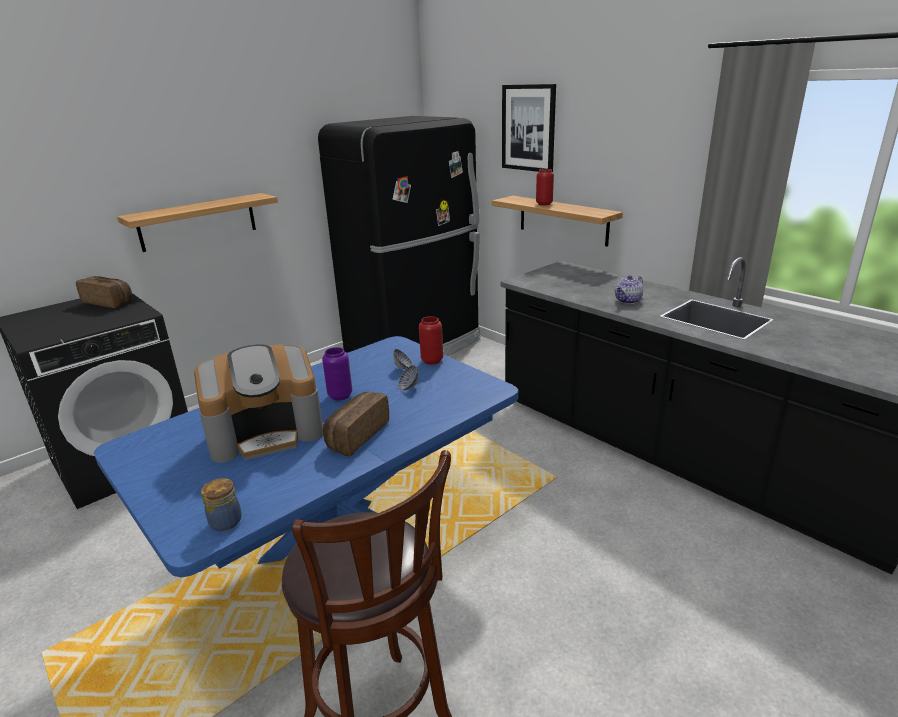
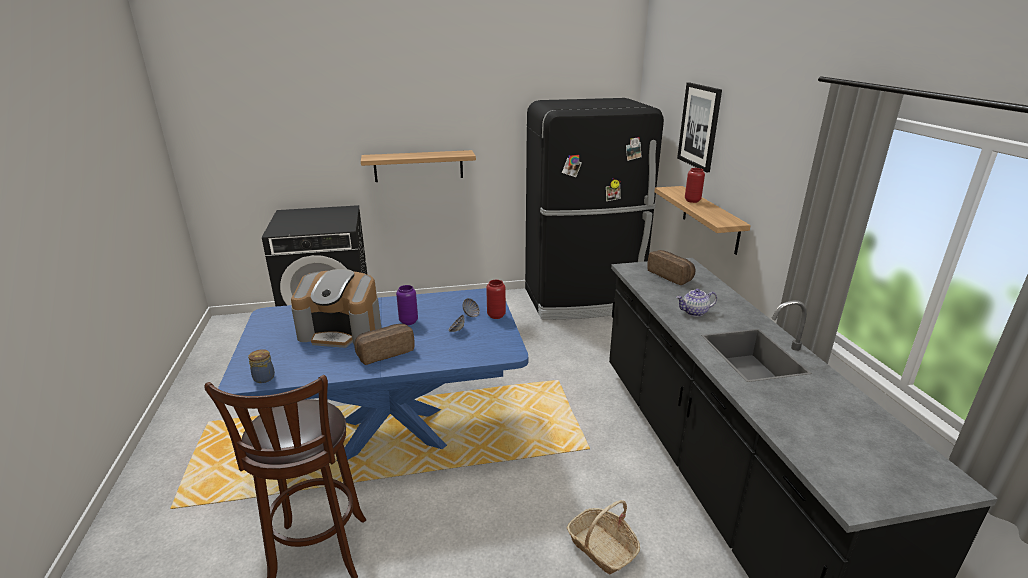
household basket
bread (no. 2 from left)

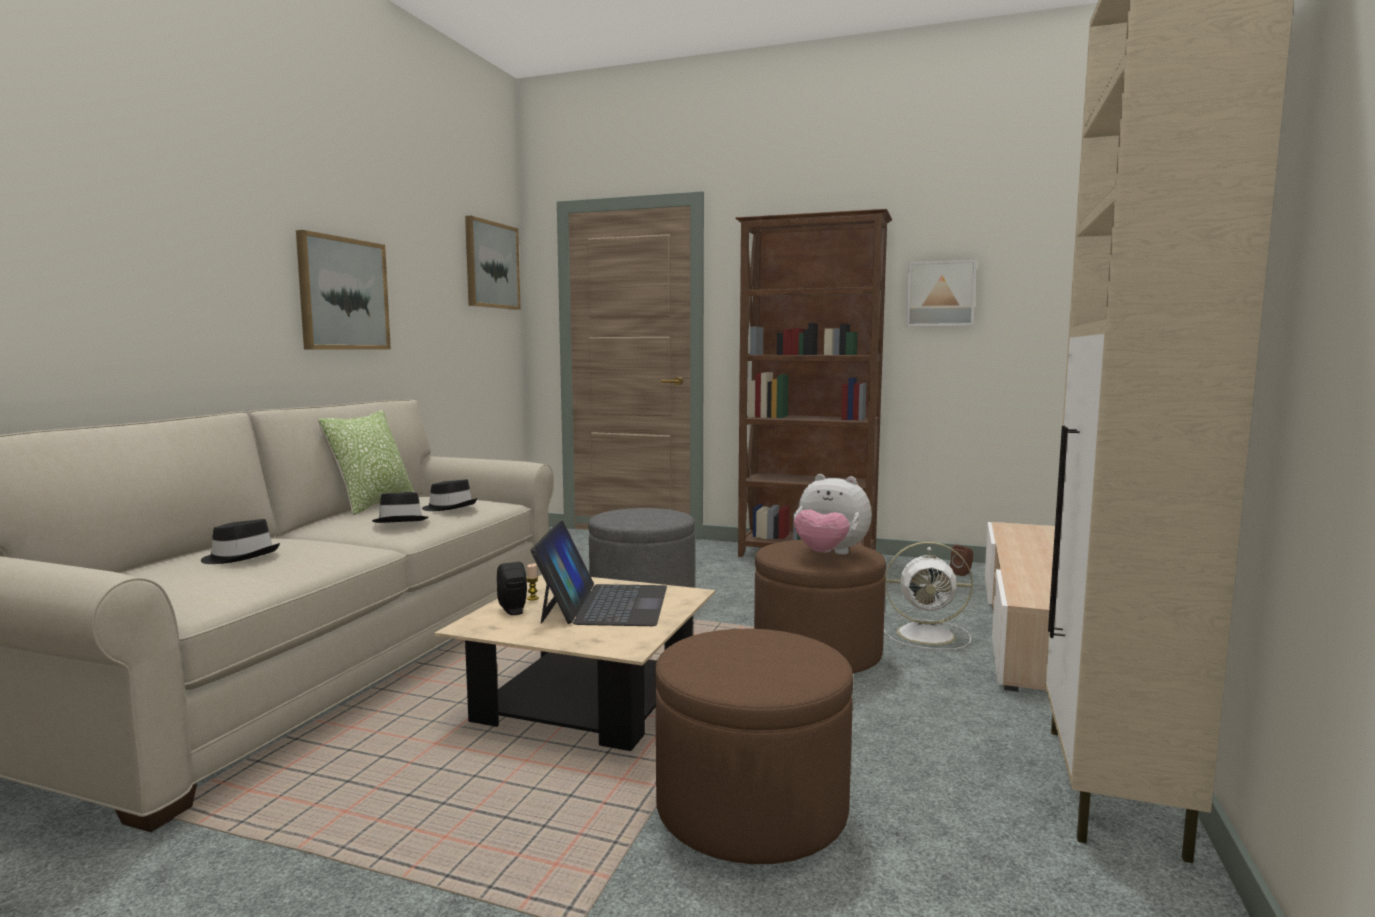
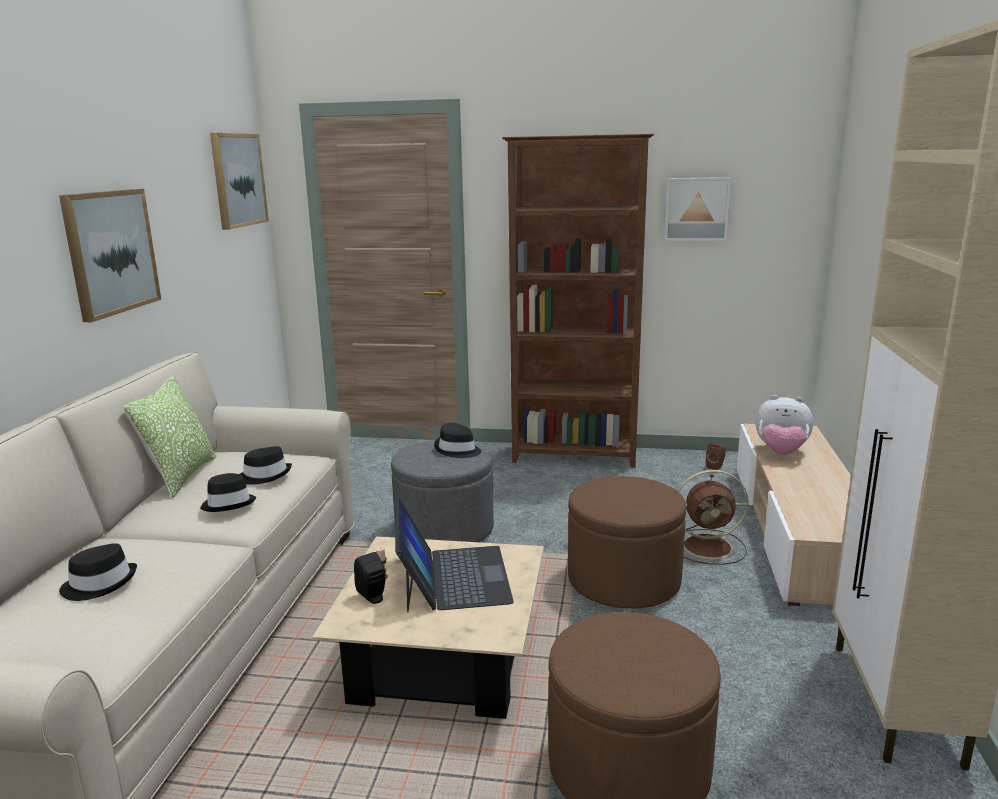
black-coloured wearable hat (no. 4 from left)
brown cooling fan
soft toy

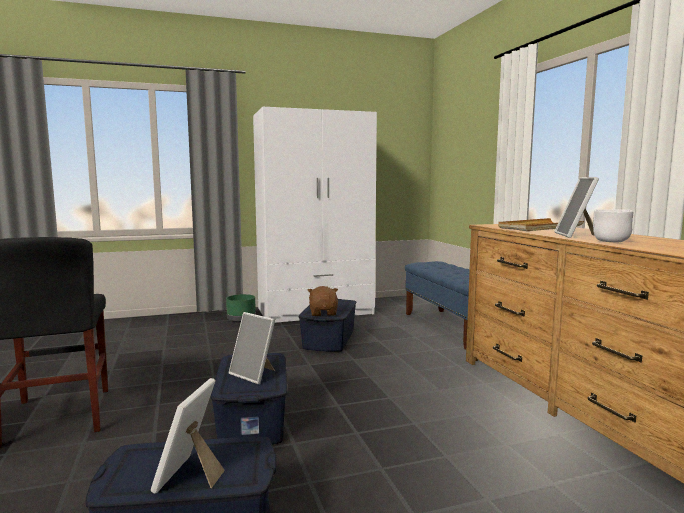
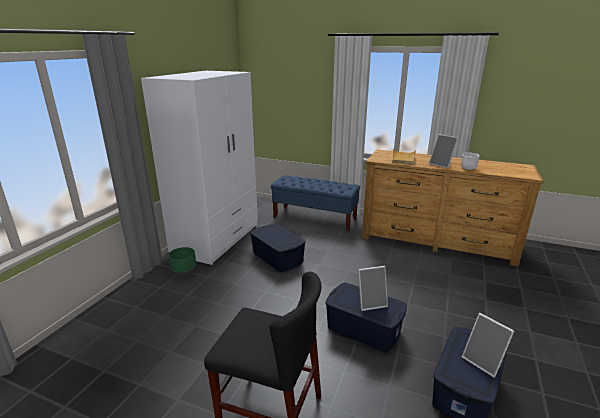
brown soft toy

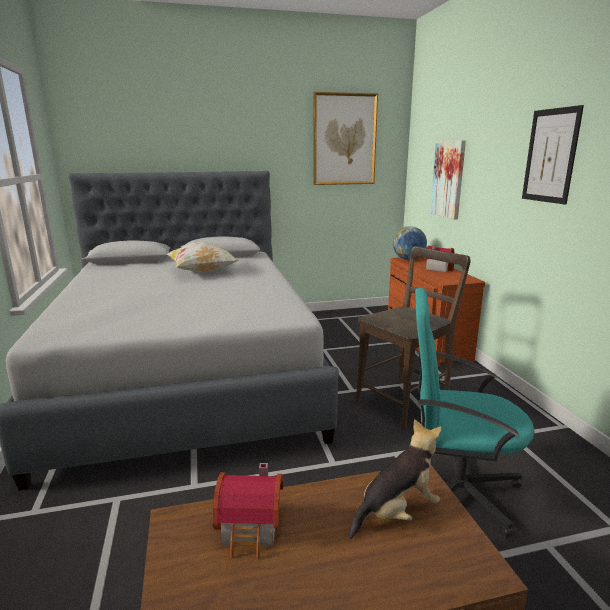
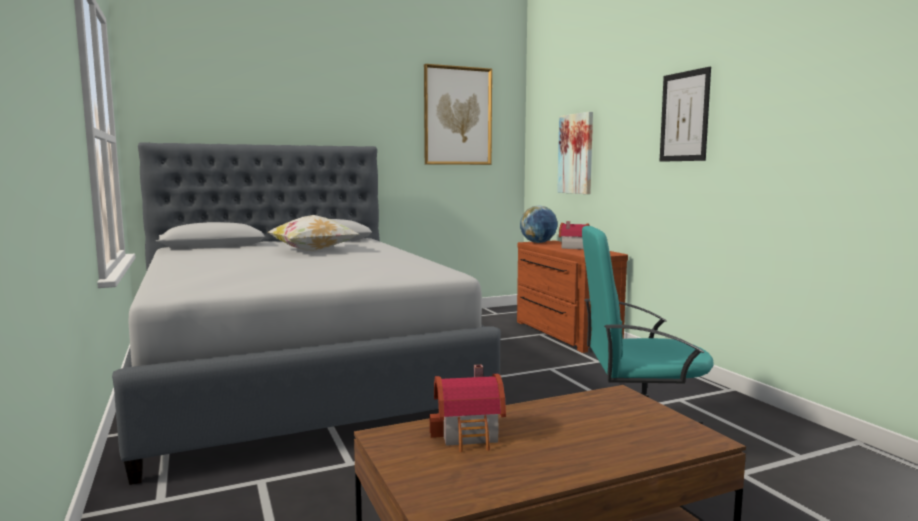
soft toy
brown plain chair

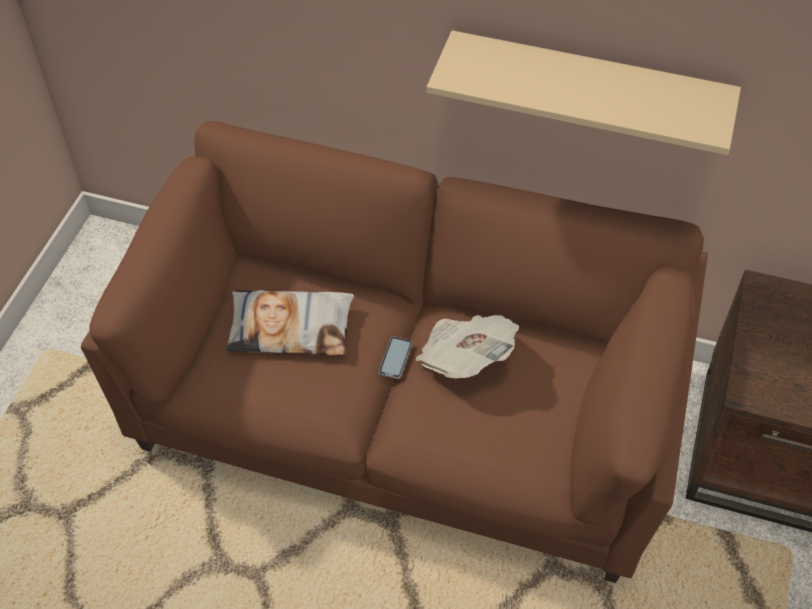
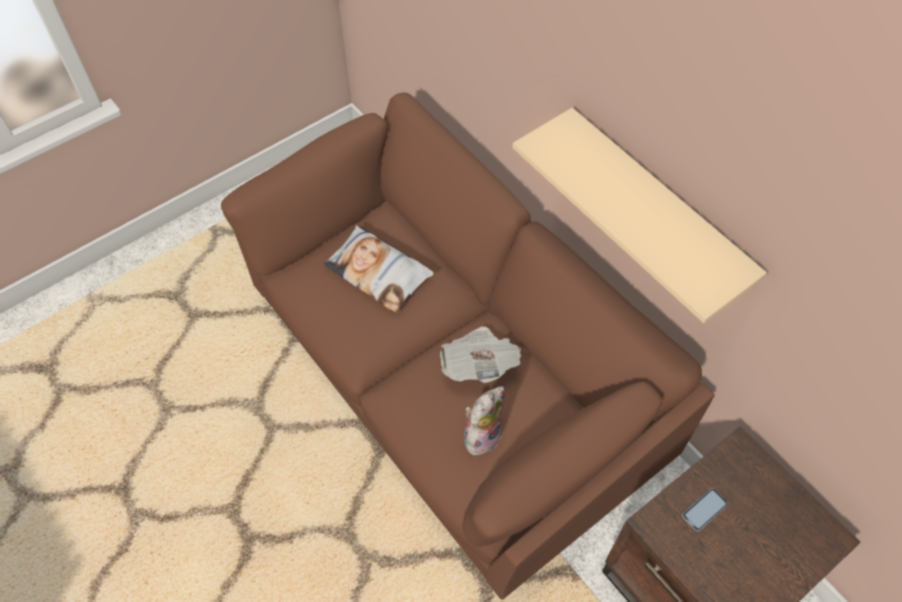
soft toy
handset

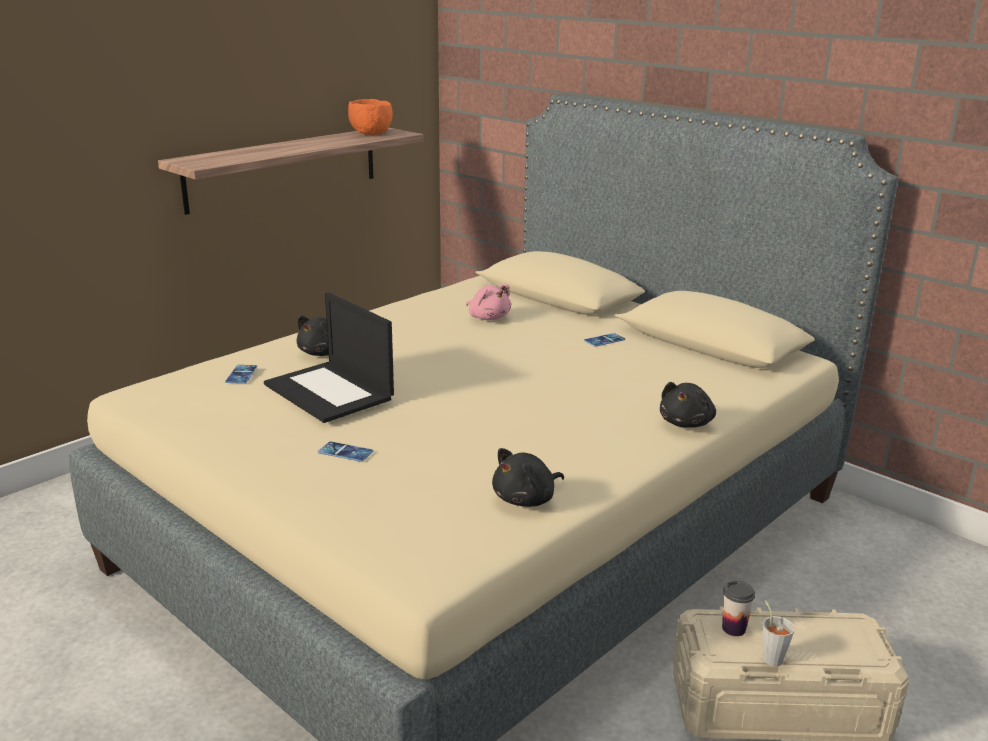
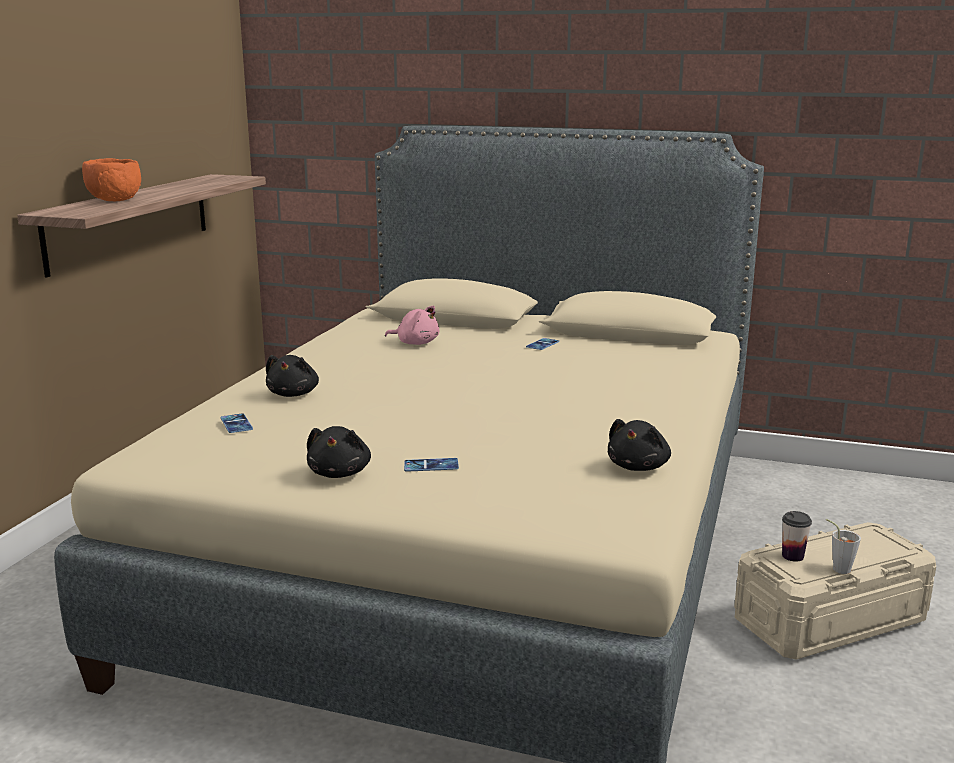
orangey serving bowl
black-coloured soft toy (no. 2 from left)
laptop

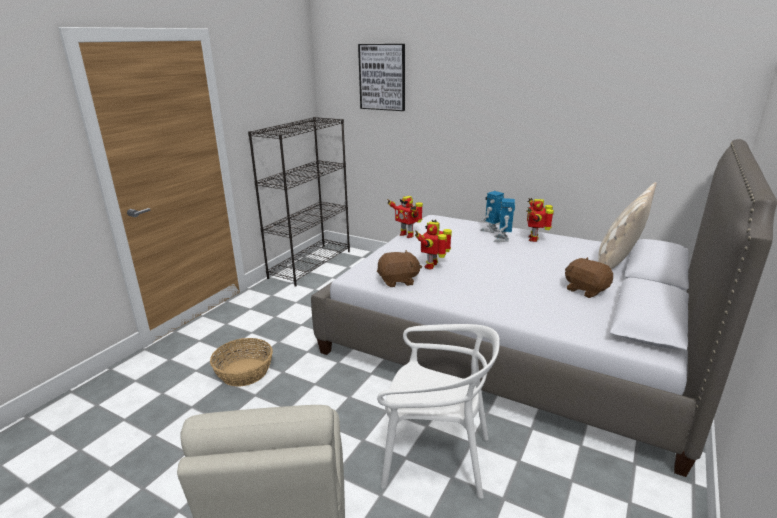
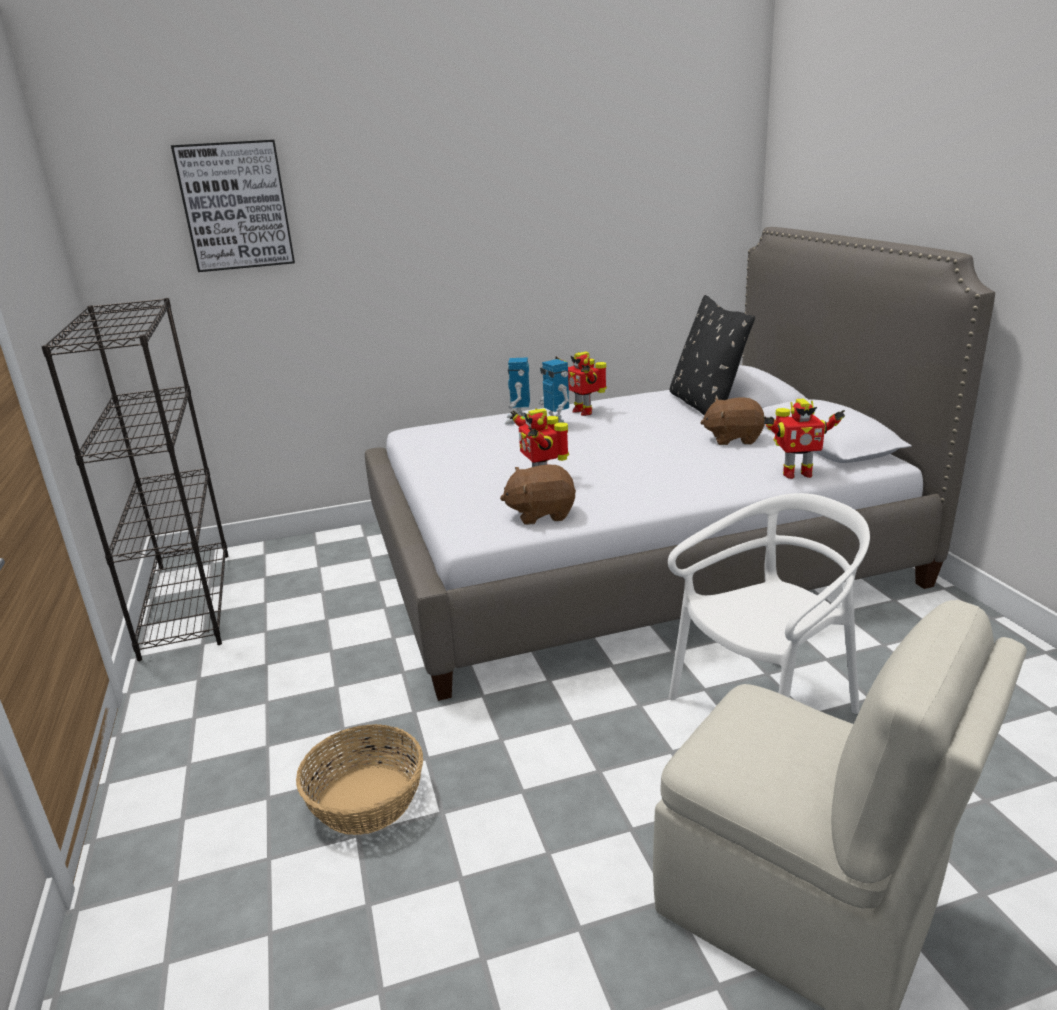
brown soft toy (no. 1 from left)
black-coloured throw pillow
model robot (no. 5 from left)

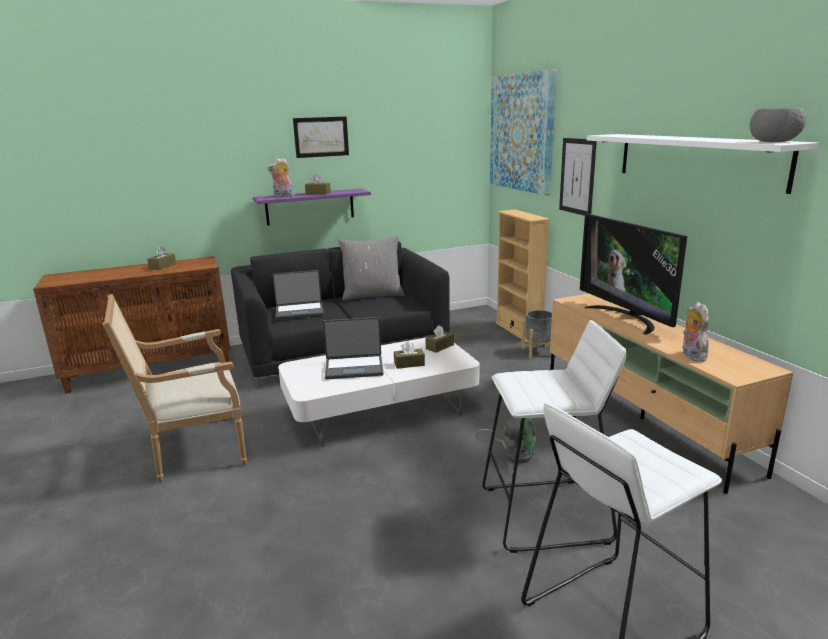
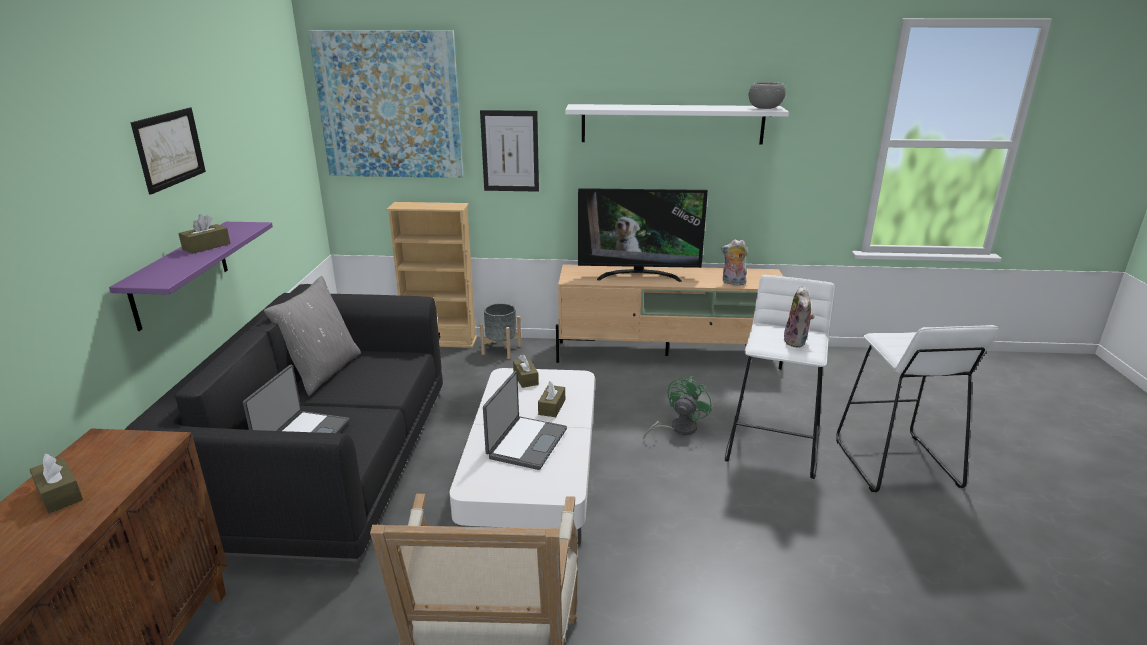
soft toy (no. 2 from left)

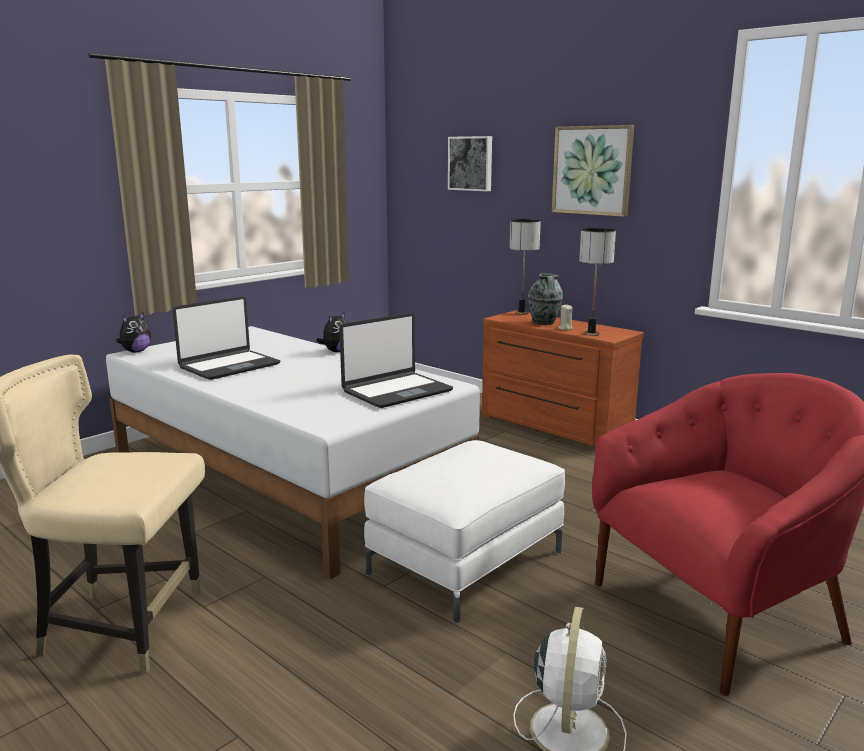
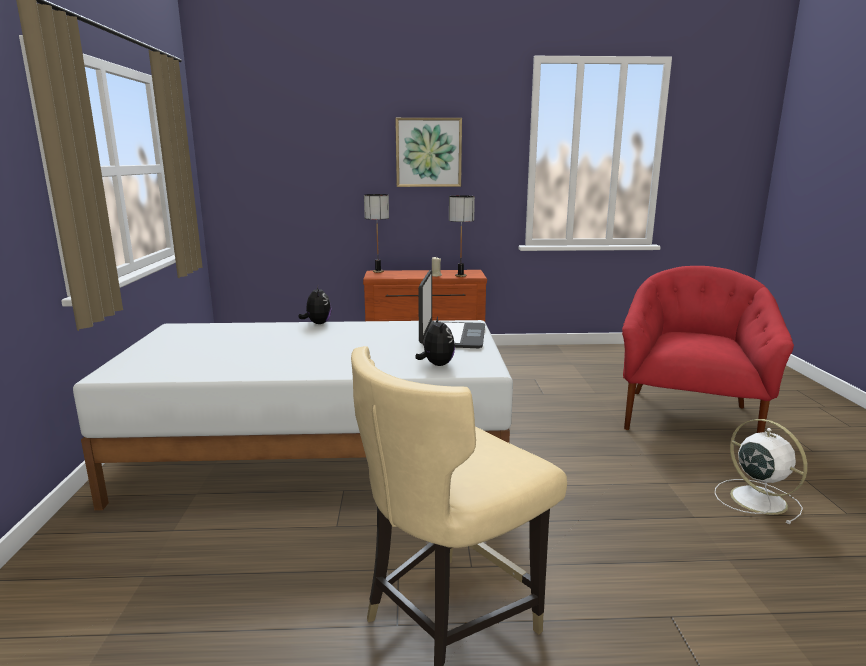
soft toy (no. 2 from left)
laptop (no. 1 from left in the first image)
whitish pouffe
wall picture (no. 1 from left in the first image)
vase

